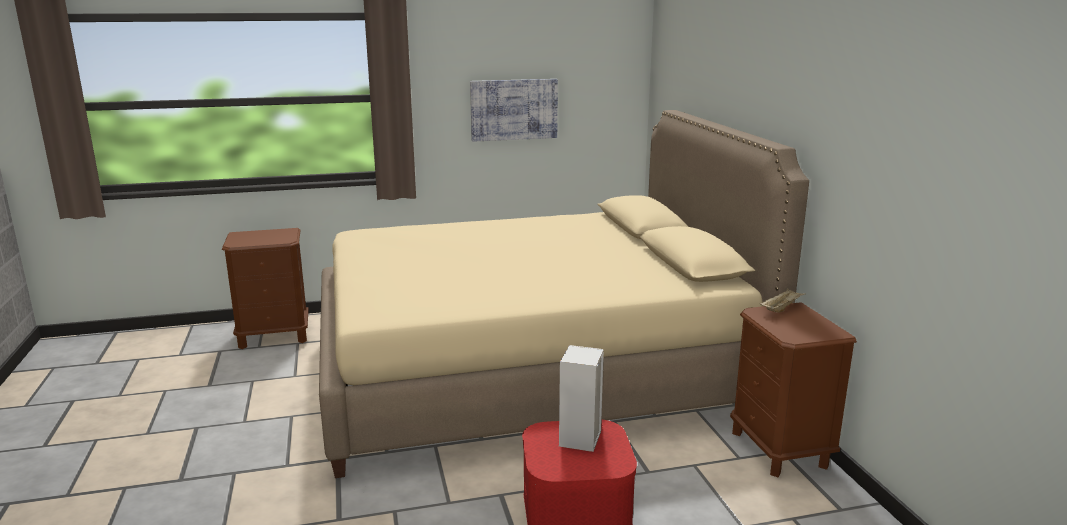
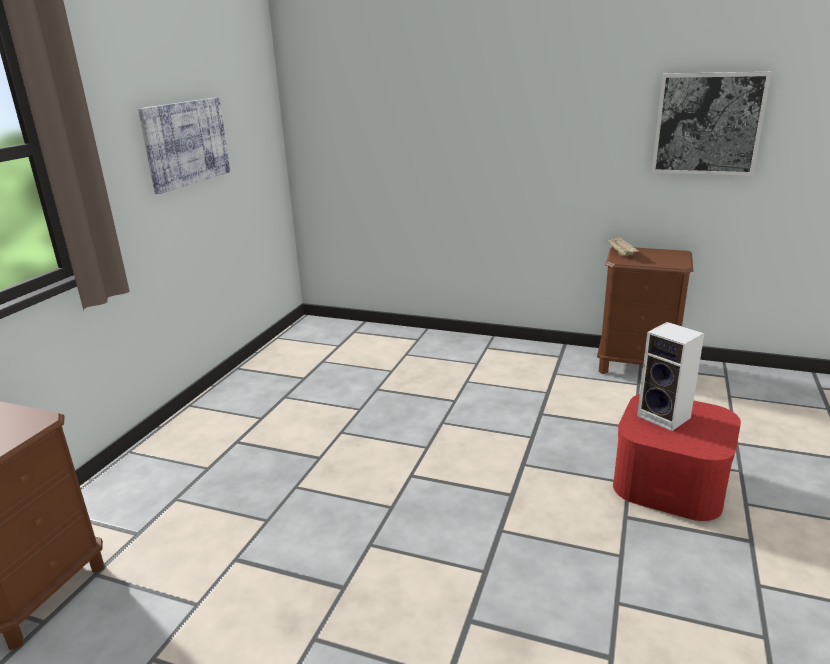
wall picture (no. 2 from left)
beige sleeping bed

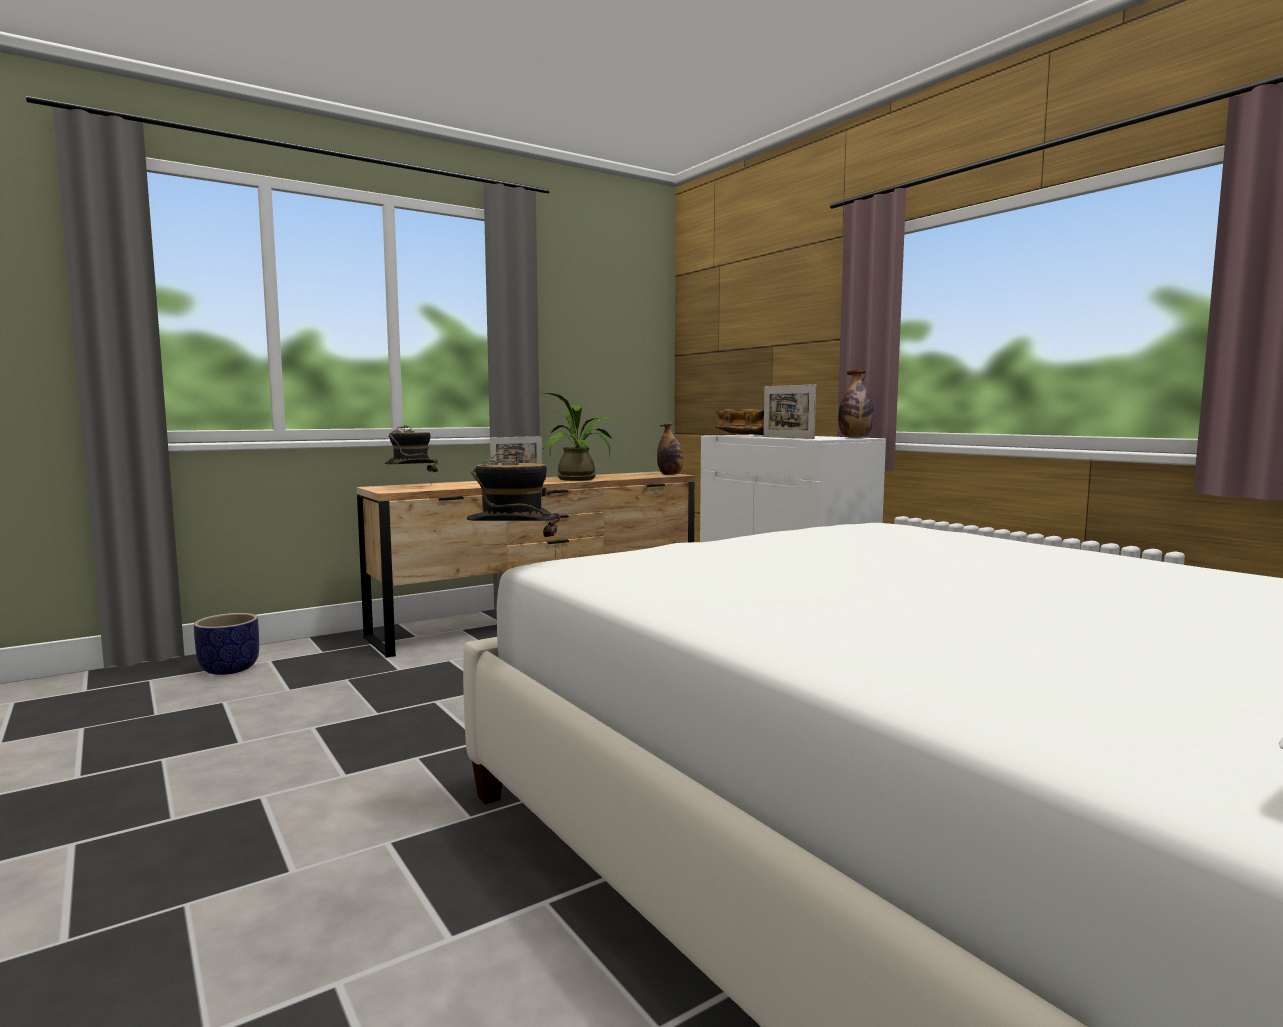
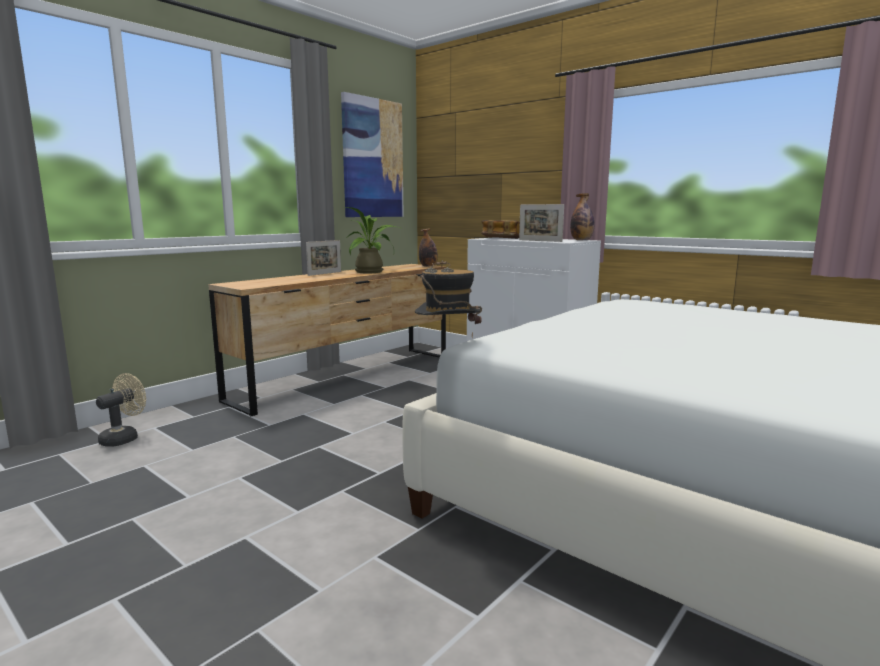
beige cooling fan
wall picture
wearable hat (no. 1 from left in the first image)

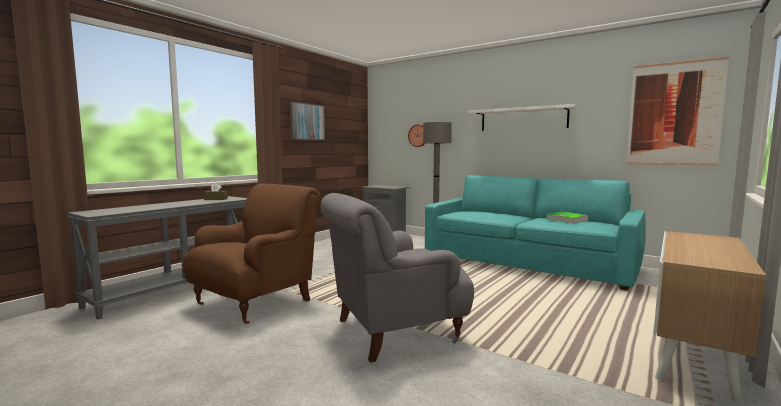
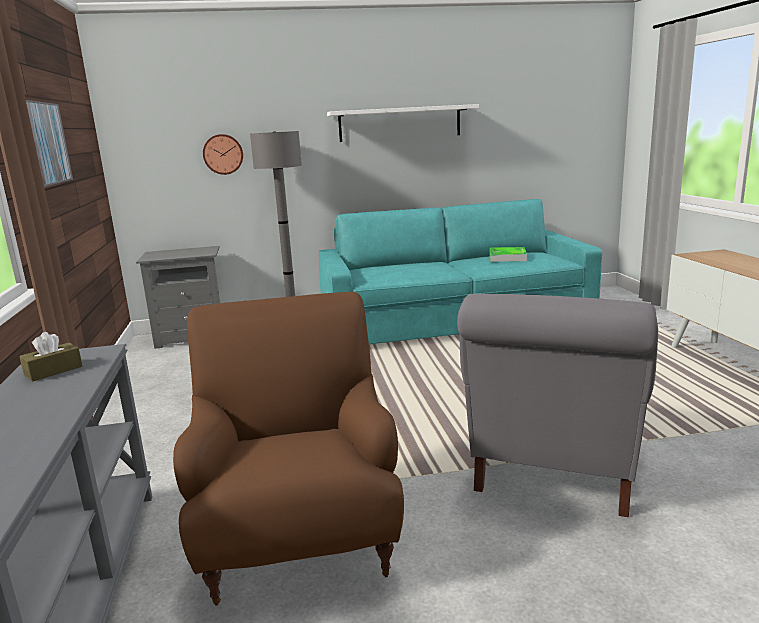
wall picture (no. 2 from left in the first image)

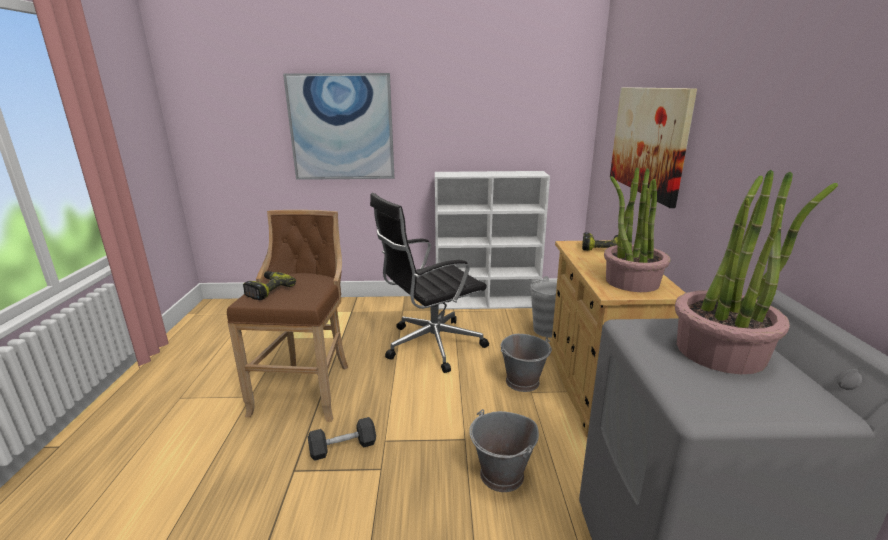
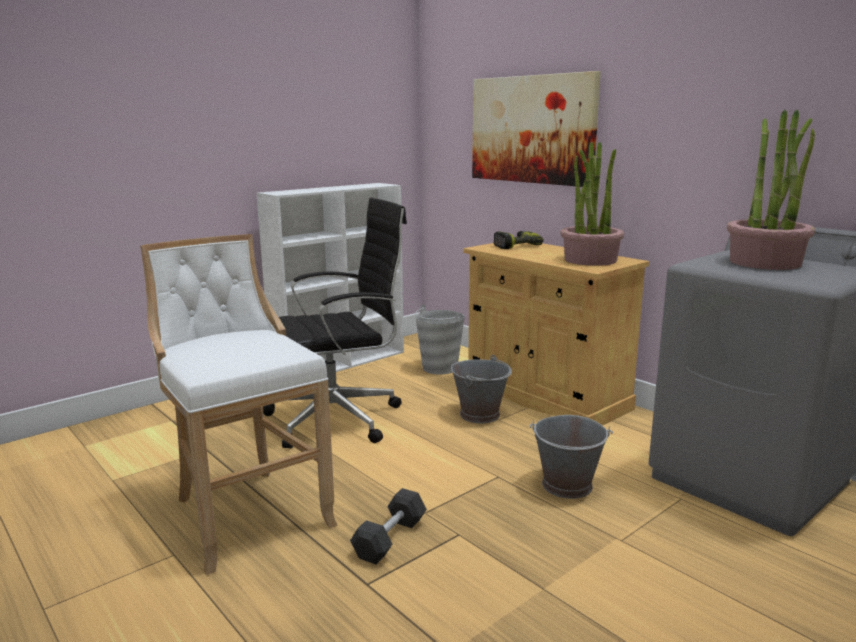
whitish sitting stool
black-coloured desk chair
power drill (no. 1 from left in the first image)
wall picture (no. 1 from left in the first image)

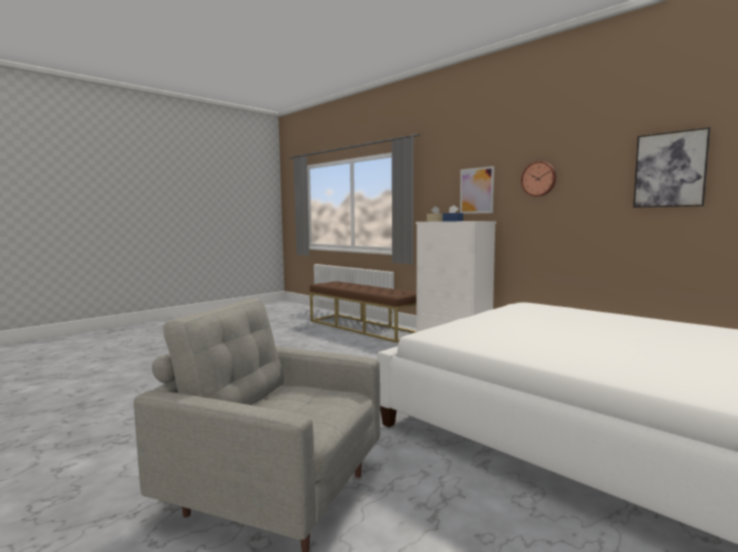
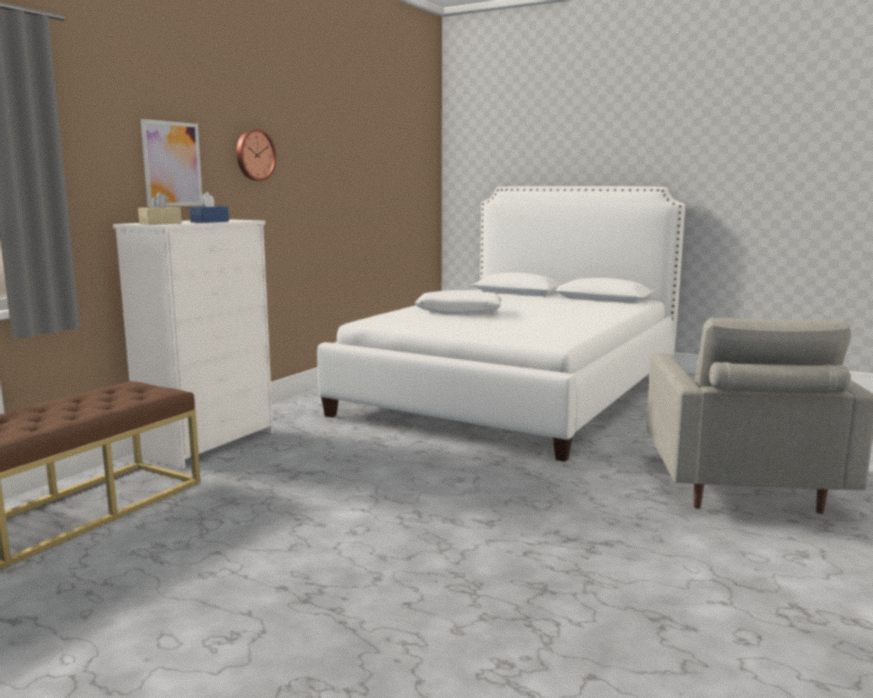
whitish throw pillow
wall picture (no. 2 from left in the first image)

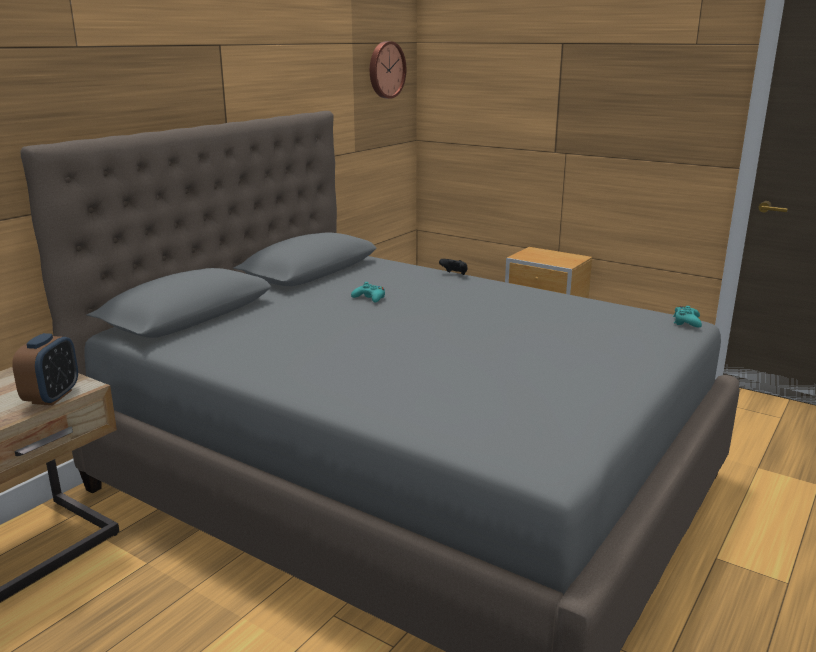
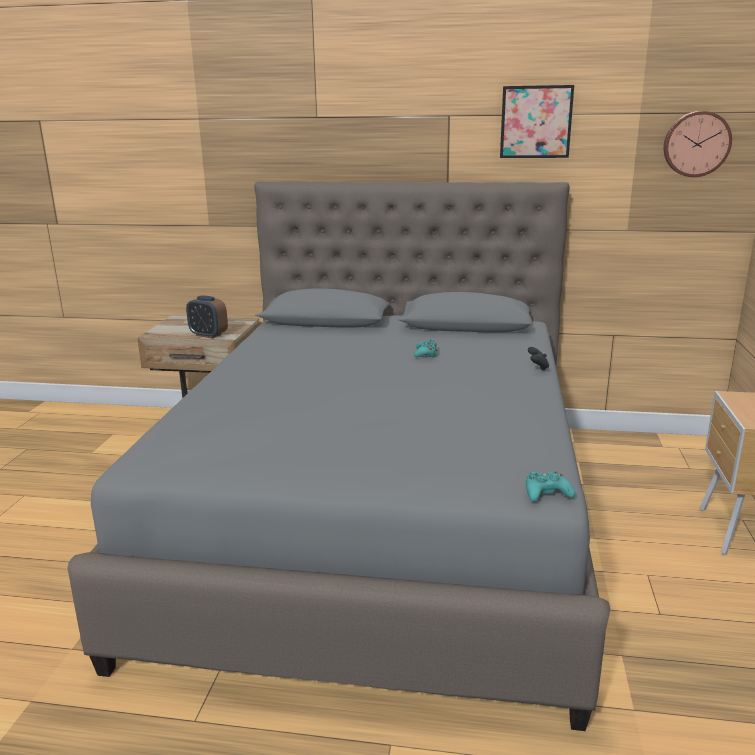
bedside clock
wall picture

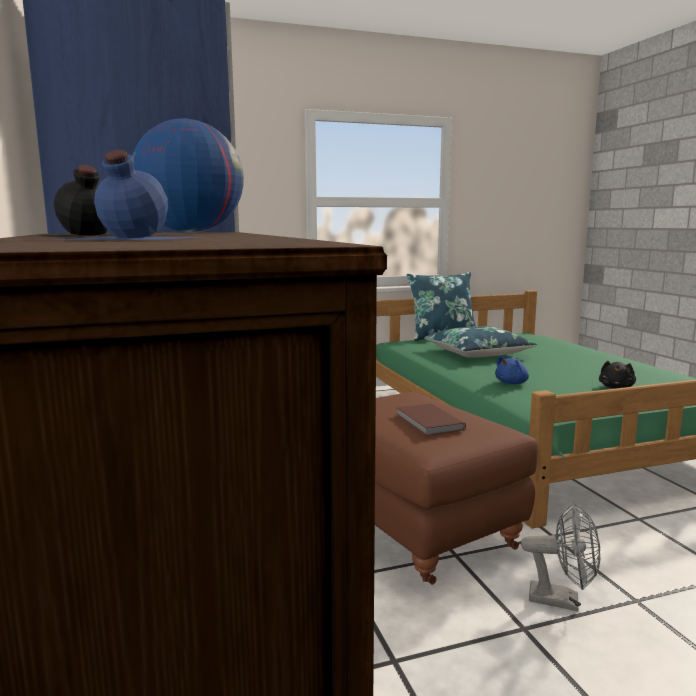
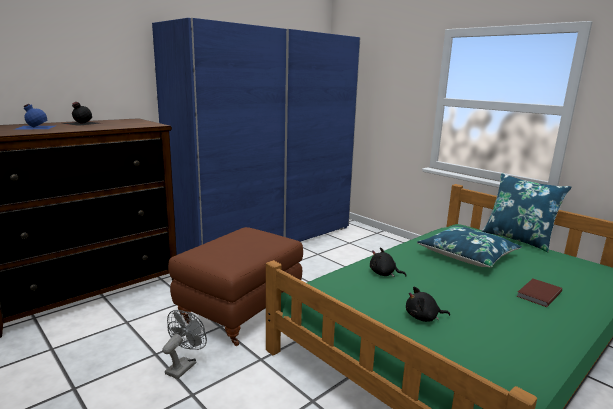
gray cooling fan
black-coloured soft toy (no. 1 from left)
brown book
globe

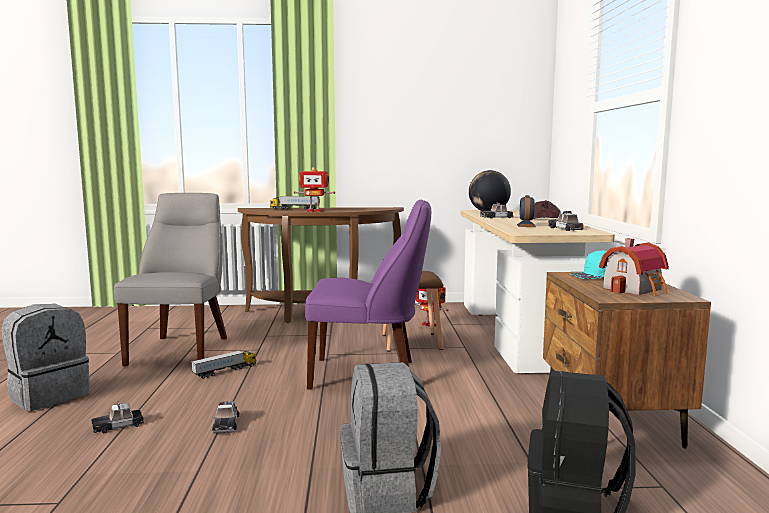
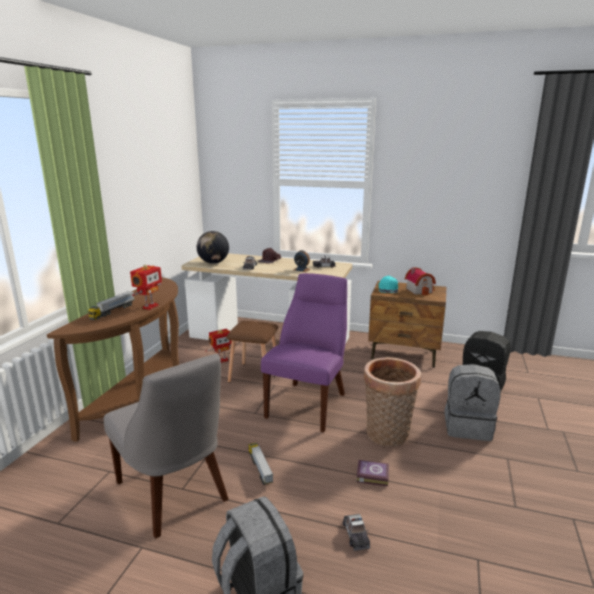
gray plain chair
book
household basket

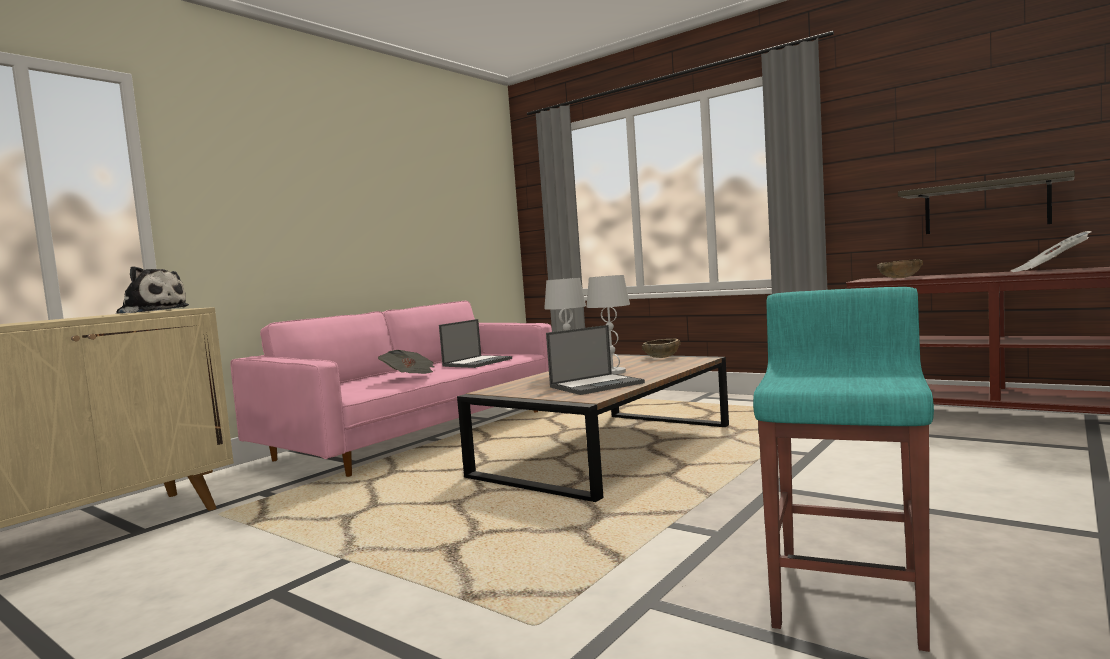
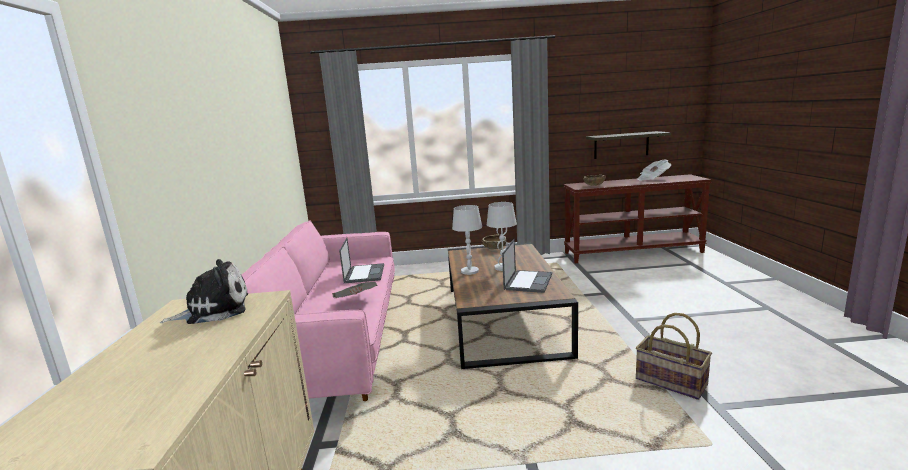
household basket
turquoise-coloured sitting stool

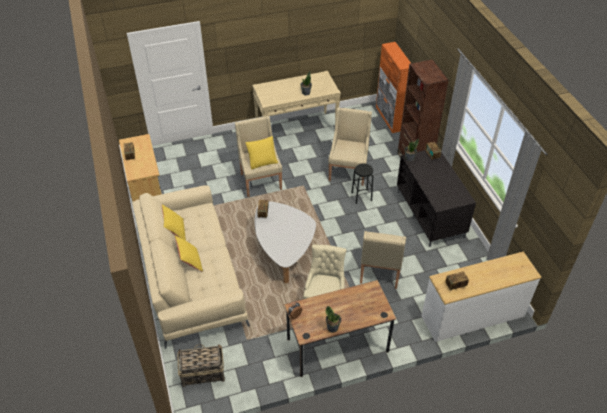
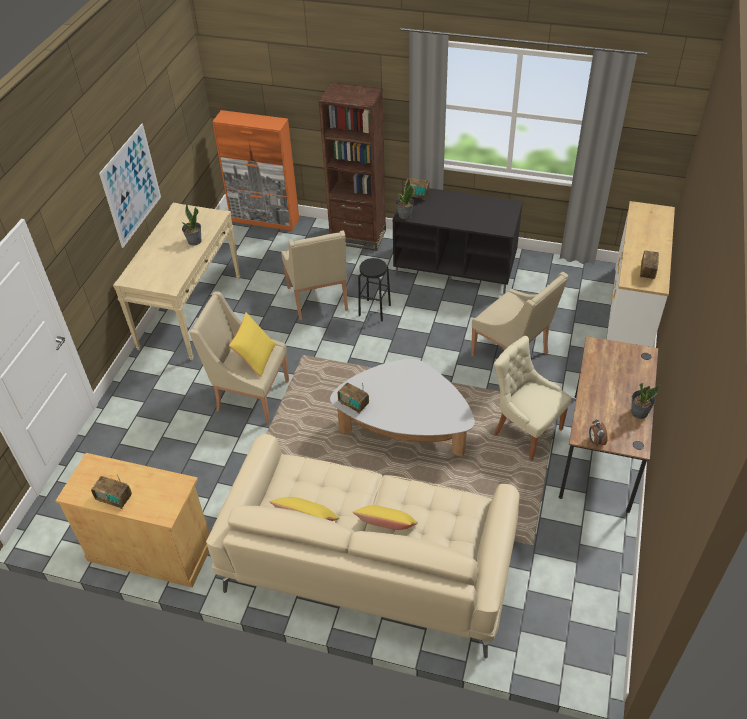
wall picture
beige armchair (no. 2 from left)
household basket

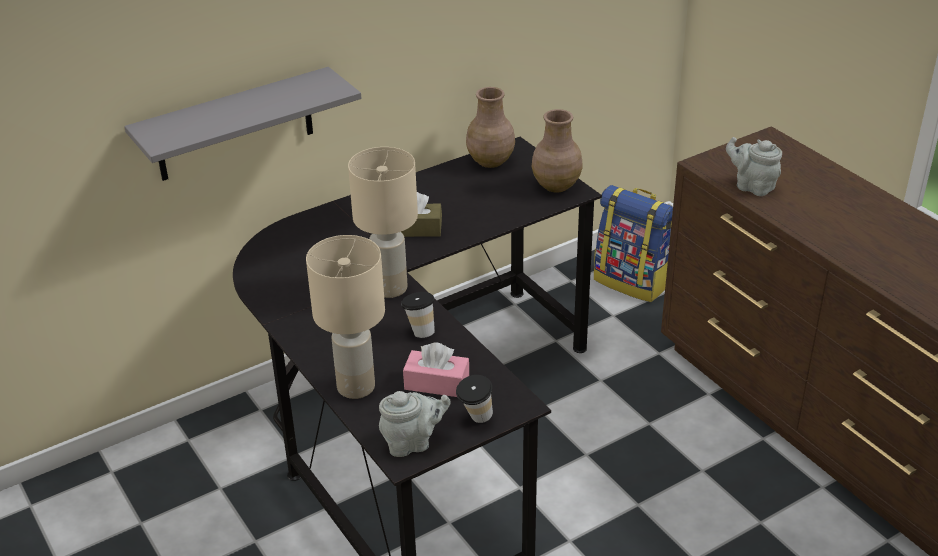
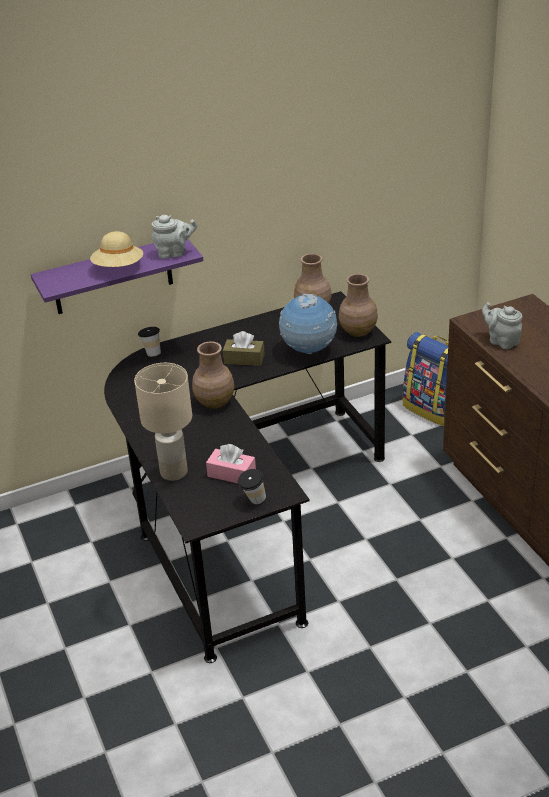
purple wall shelf
beige wearable hat
drinking cup (no. 1 from left)
gray pot for tea (no. 1 from left)
brown vase (no. 1 from left)
globe

